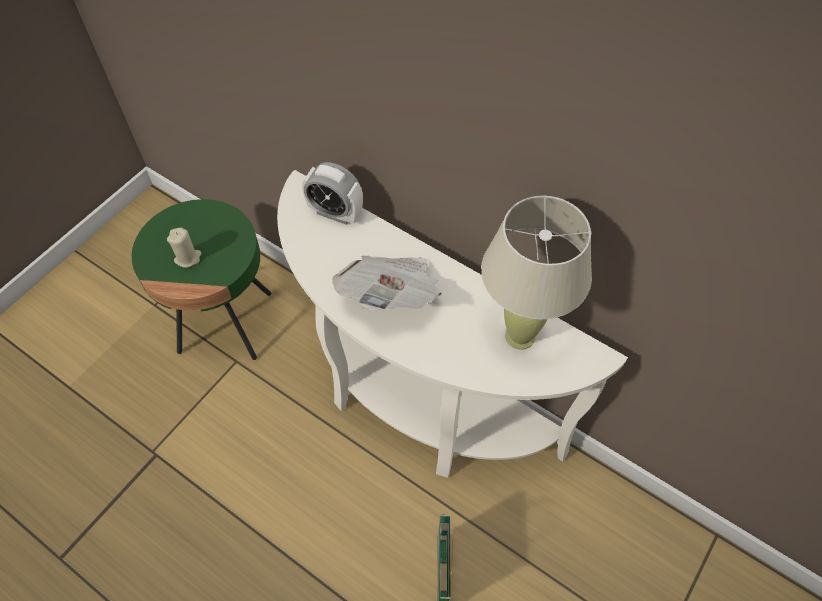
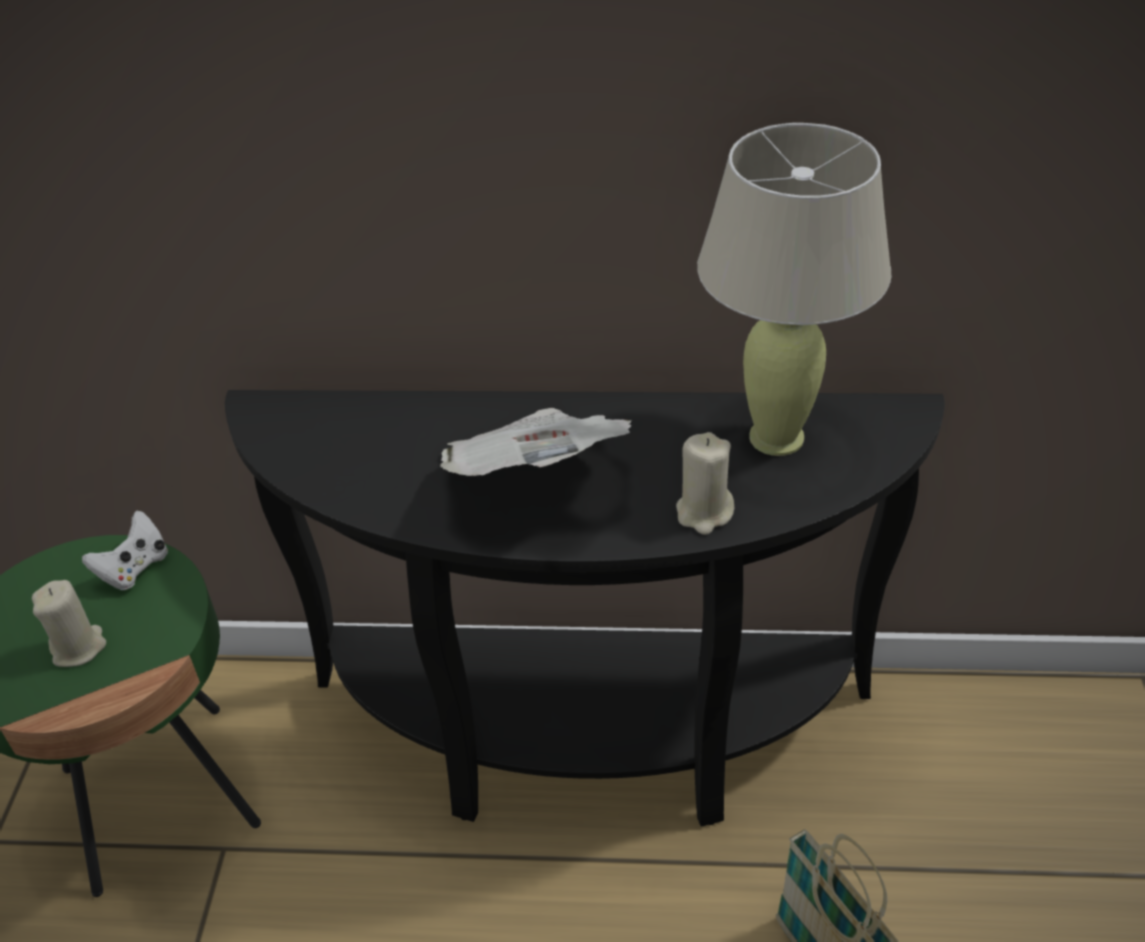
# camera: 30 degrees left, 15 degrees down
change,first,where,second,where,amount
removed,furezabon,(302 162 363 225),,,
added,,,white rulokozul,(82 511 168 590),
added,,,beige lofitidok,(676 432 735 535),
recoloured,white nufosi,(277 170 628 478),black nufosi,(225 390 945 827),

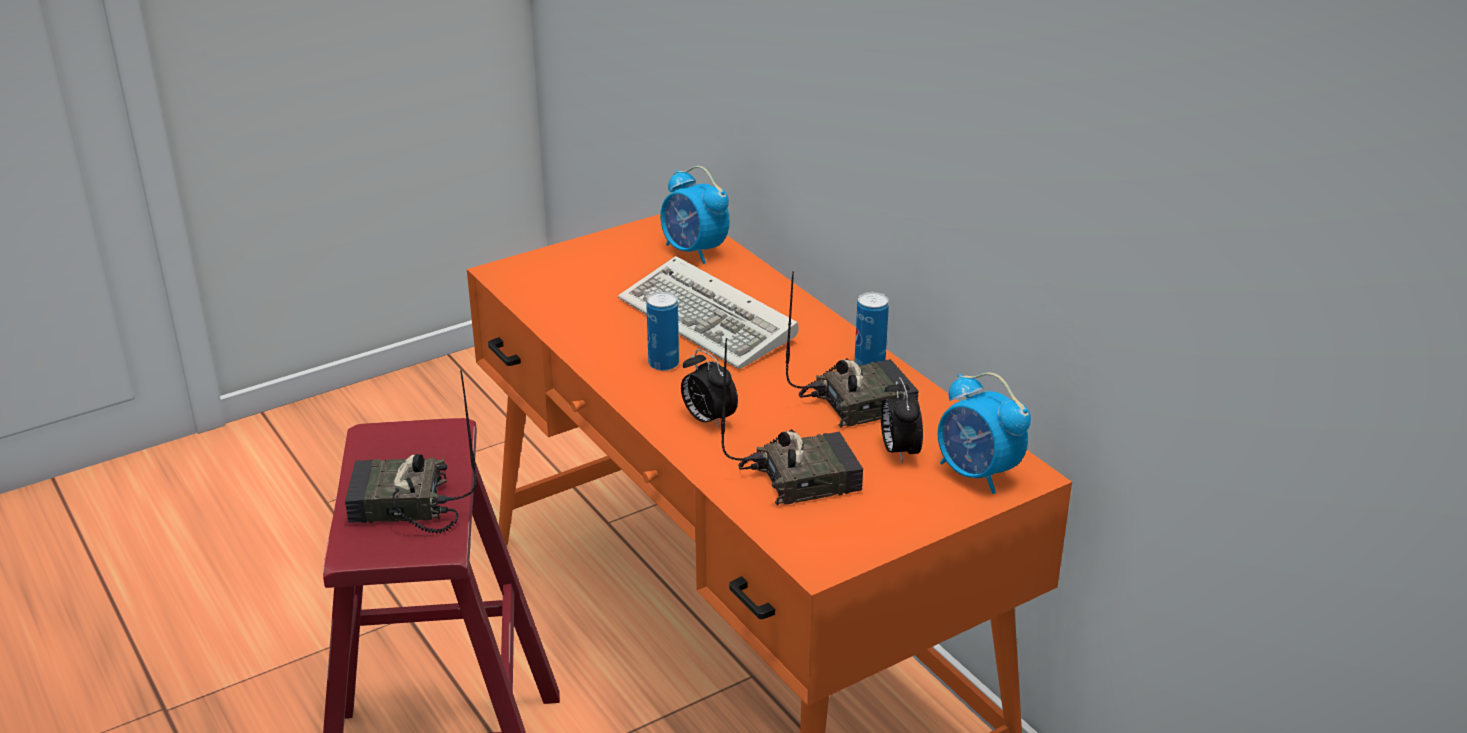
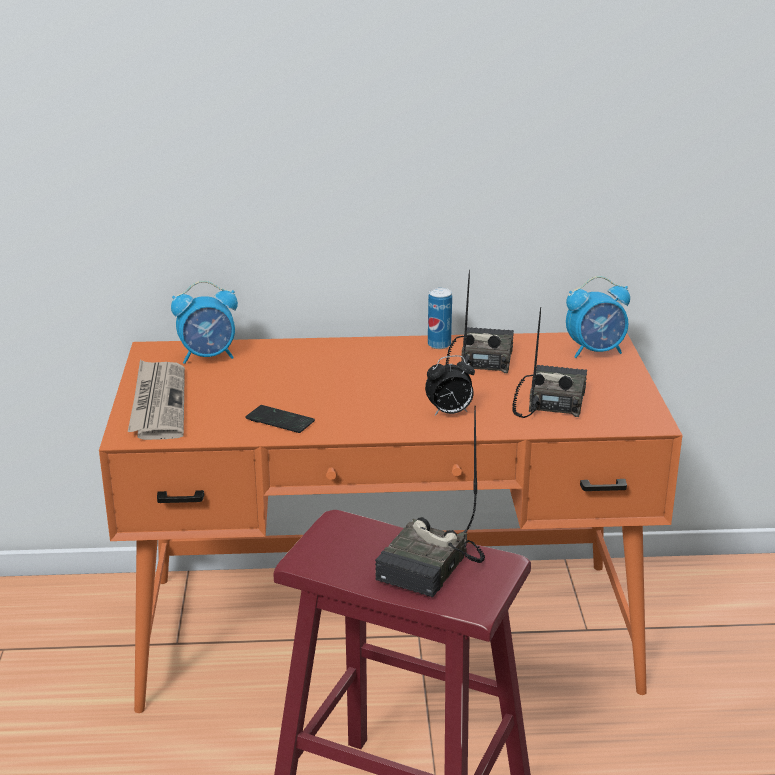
# camera: 60 degrees left, 5 degrees down
change,first,where,second,where,amount
removed,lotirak,(618 256 799 369),,,
removed,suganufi,(646 291 679 371),,,
removed,furezabon,(881 377 923 464),,,
added,,,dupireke,(128 360 185 440),
added,,,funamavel,(246 405 315 433),

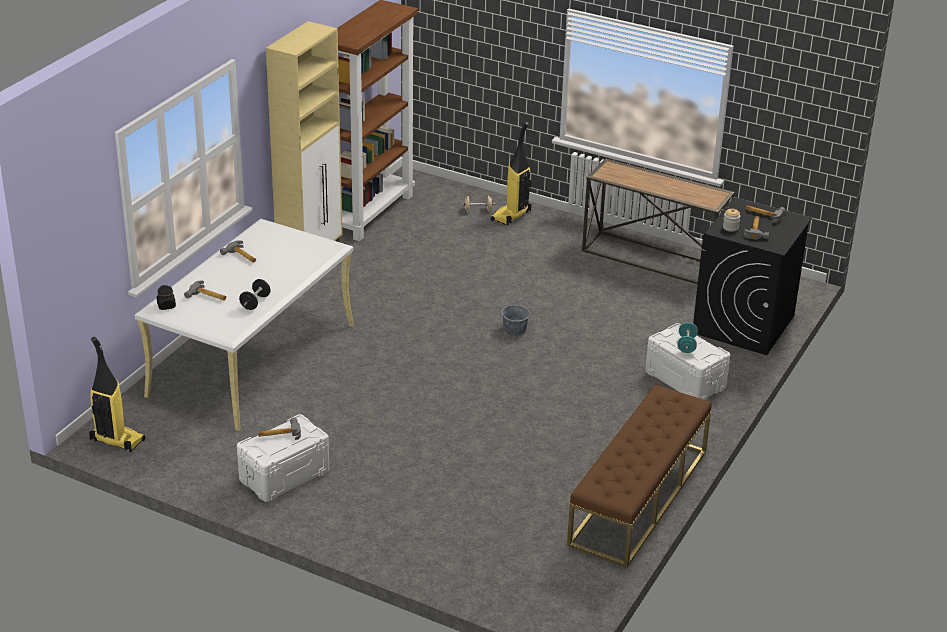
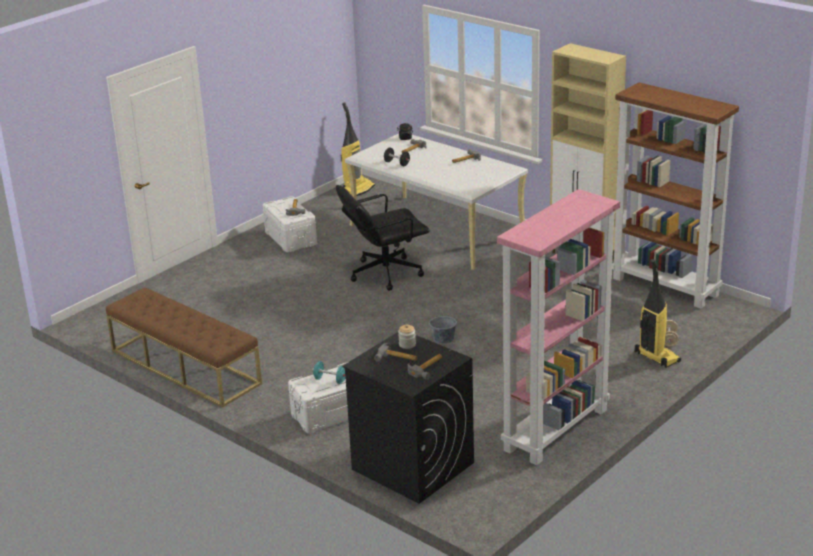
# camera: 105 degrees right, 5 degrees down
change,first,where,second,where,amount
added,,,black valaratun,(336 185 430 291),
replaced,nufosi,(582 158 735 284),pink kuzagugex,(497 189 620 465),

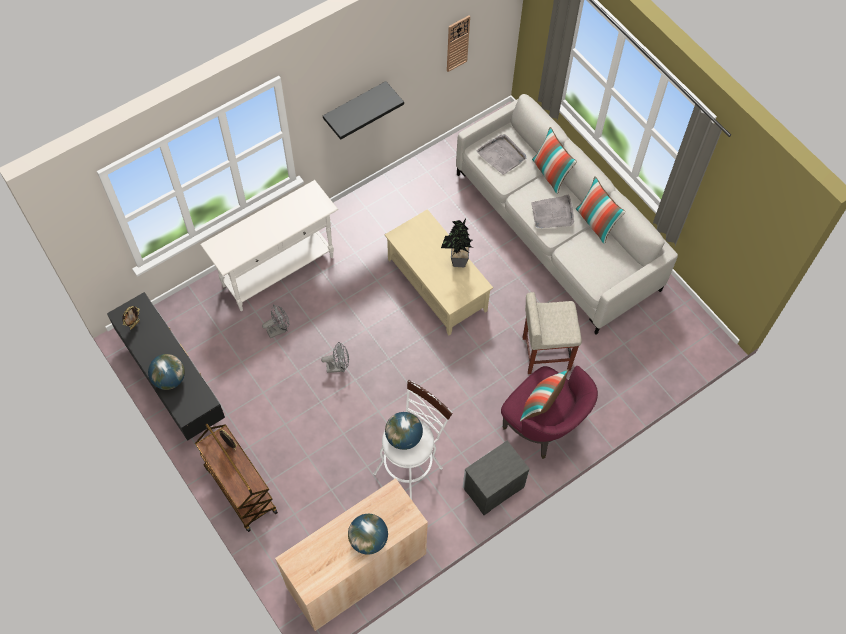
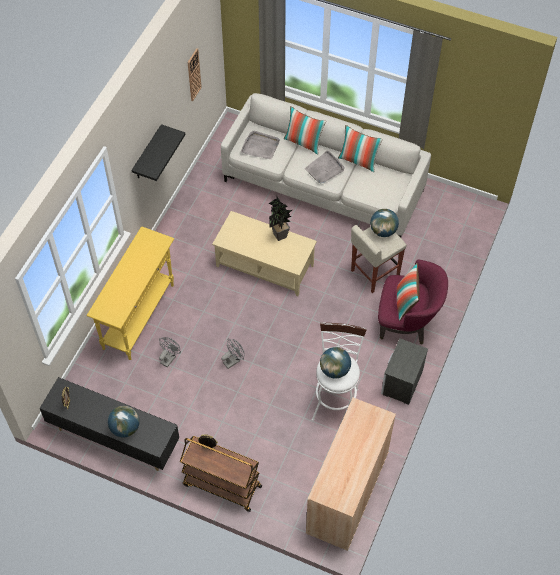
# camera: 30 degrees left, 5 degrees down
change,first,where,second,where,amount
moved,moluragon,(348 514 388 555),,(370 209 399 237),
recoloured,white nufosi,(200 180 338 311),yellow nufosi,(86 226 174 360),

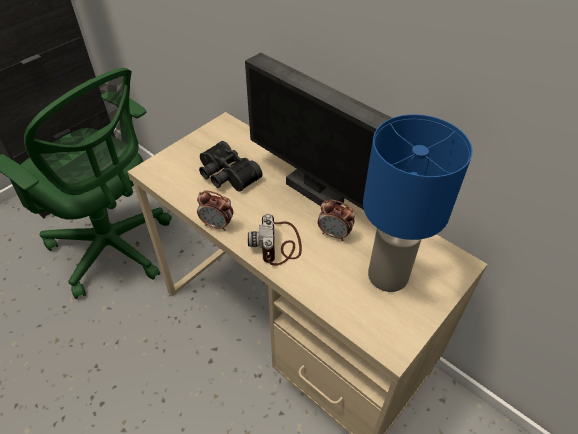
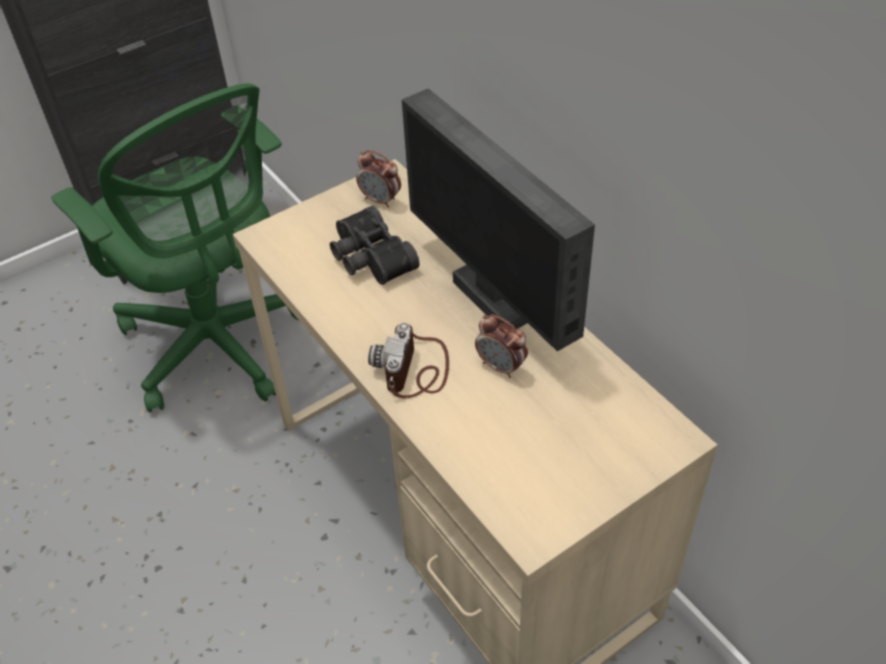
# camera: 15 degrees right, 0 degrees up
change,first,where,second,where,amount
removed,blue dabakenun,(363 114 472 292),,,
moved,furezabon,(197 191 233 231),,(356 150 401 208),

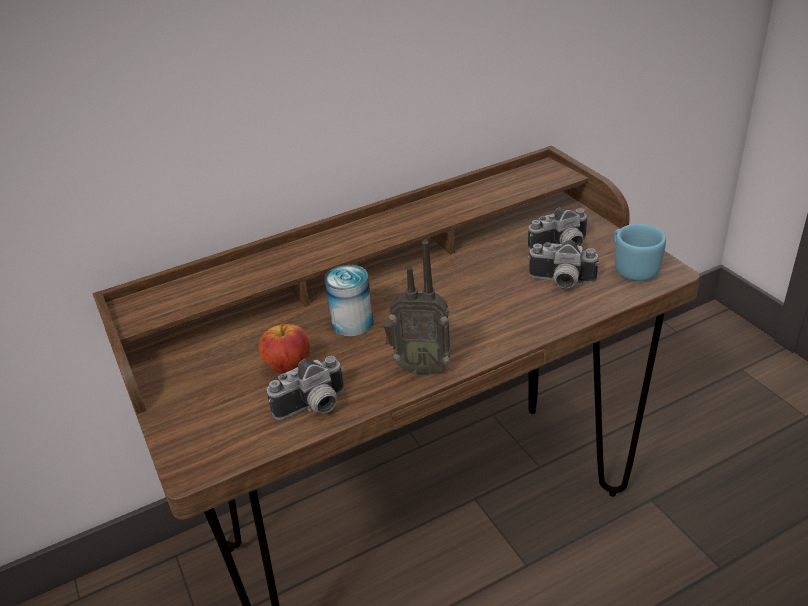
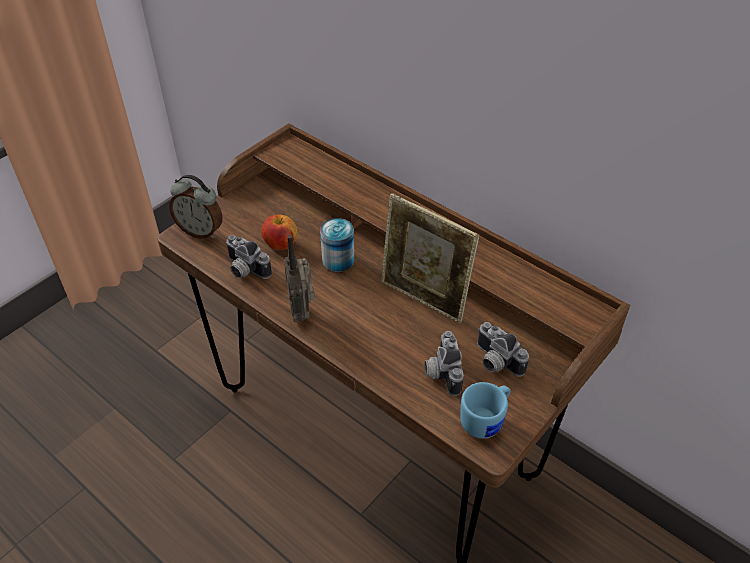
# camera: 65 degrees right, 10 degrees up
change,first,where,second,where,amount
added,,,furezabon,(169 175 223 239),
added,,,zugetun,(381 193 479 323),

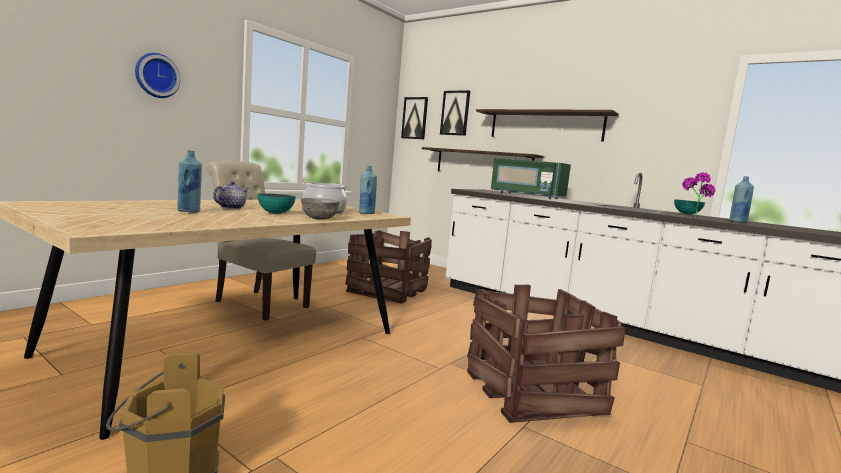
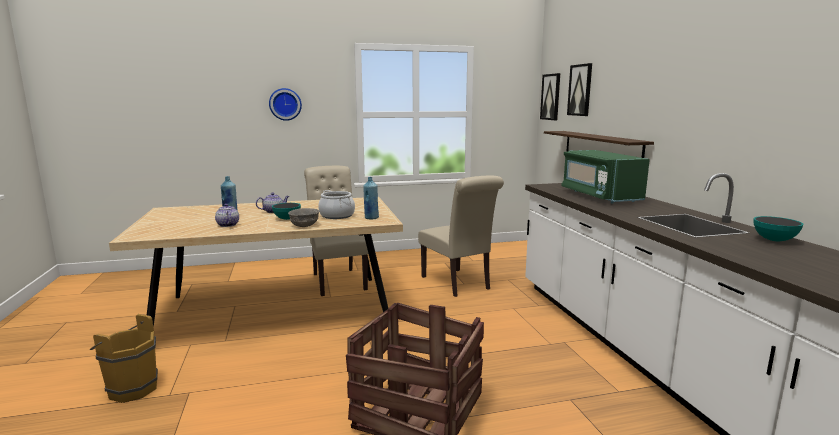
# camera: 40 degrees right, 5 degrees up
change,first,where,second,where,amount
removed,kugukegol,(476 109 619 142),,,
removed,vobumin,(682 172 716 218),,,
removed,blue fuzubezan,(729 176 754 223),,,
added,,,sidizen,(215 204 239 227),
replaced,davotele,(345 230 432 304),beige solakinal,(418 175 504 297),

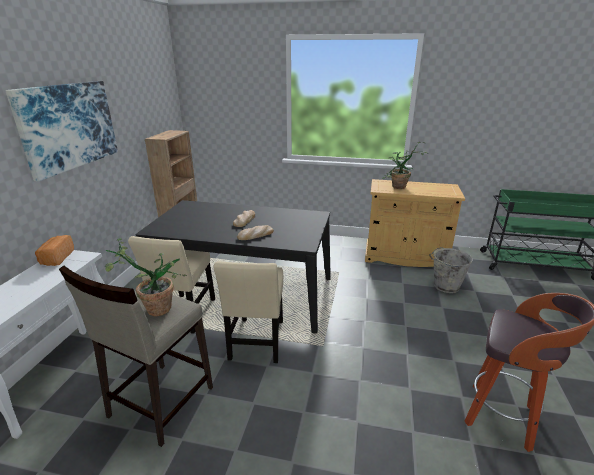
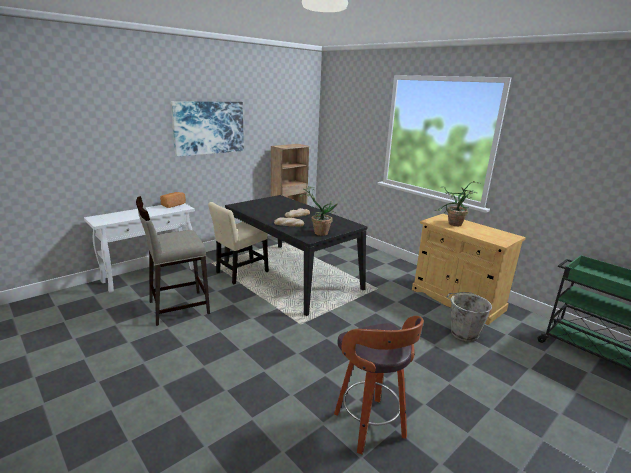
# camera: 35 degrees right, 5 degrees down
change,first,where,second,where,amount
removed,beige solakinal,(214 261 283 363),,,
moved,vobumin,(105 238 187 316),,(299 186 338 236),

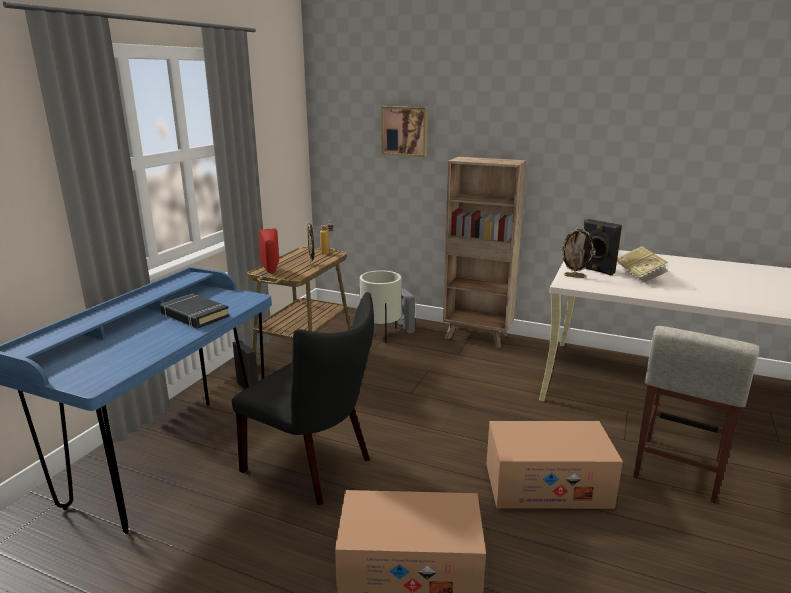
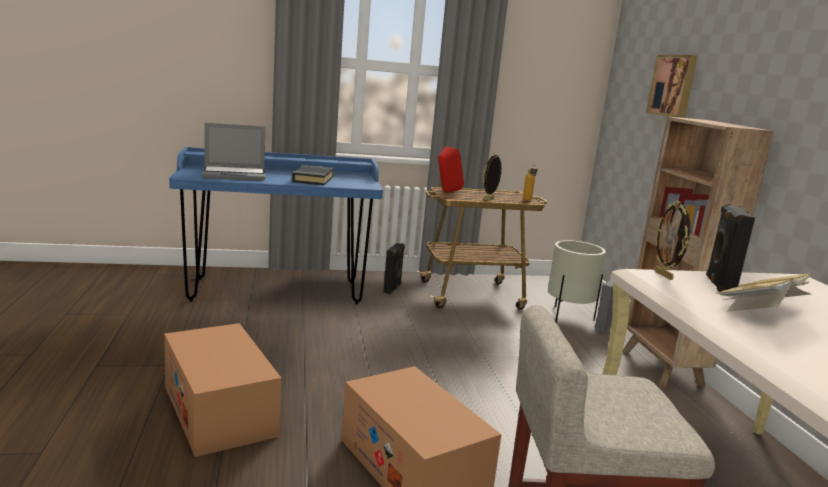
# camera: 55 degrees right, 5 degrees down
change,first,where,second,where,amount
removed,black solakinal,(232 292 374 505),,,
added,,,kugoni,(202 123 265 181),

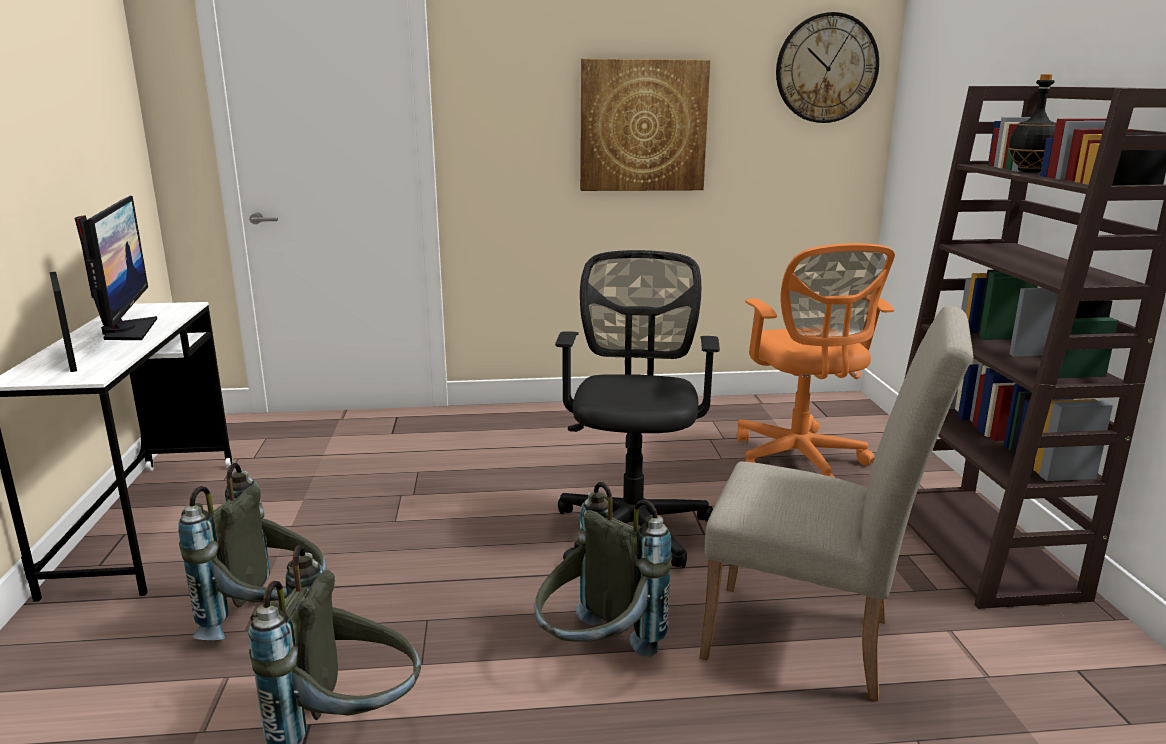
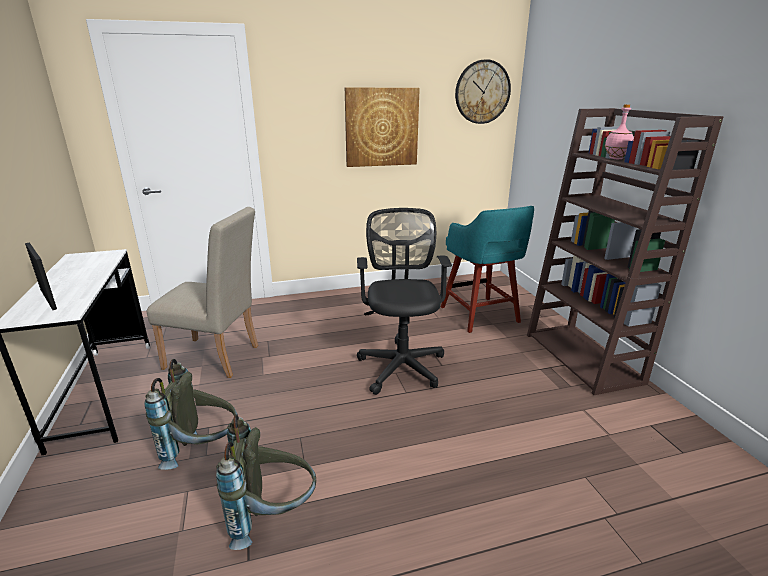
# camera: 10 degrees left, 5 degrees up
change,first,where,second,where,amount
removed,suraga,(74 196 157 340),,,
removed,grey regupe,(535 482 672 657),,,
moved,beige solakinal,(699 306 973 701),,(147 207 258 378),
replaced,orange valaratun,(737 243 895 478),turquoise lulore,(441 206 534 333),
recoloured,black fuzubezan,(1008 74 1056 173),pink fuzubezan,(605 104 634 159),

